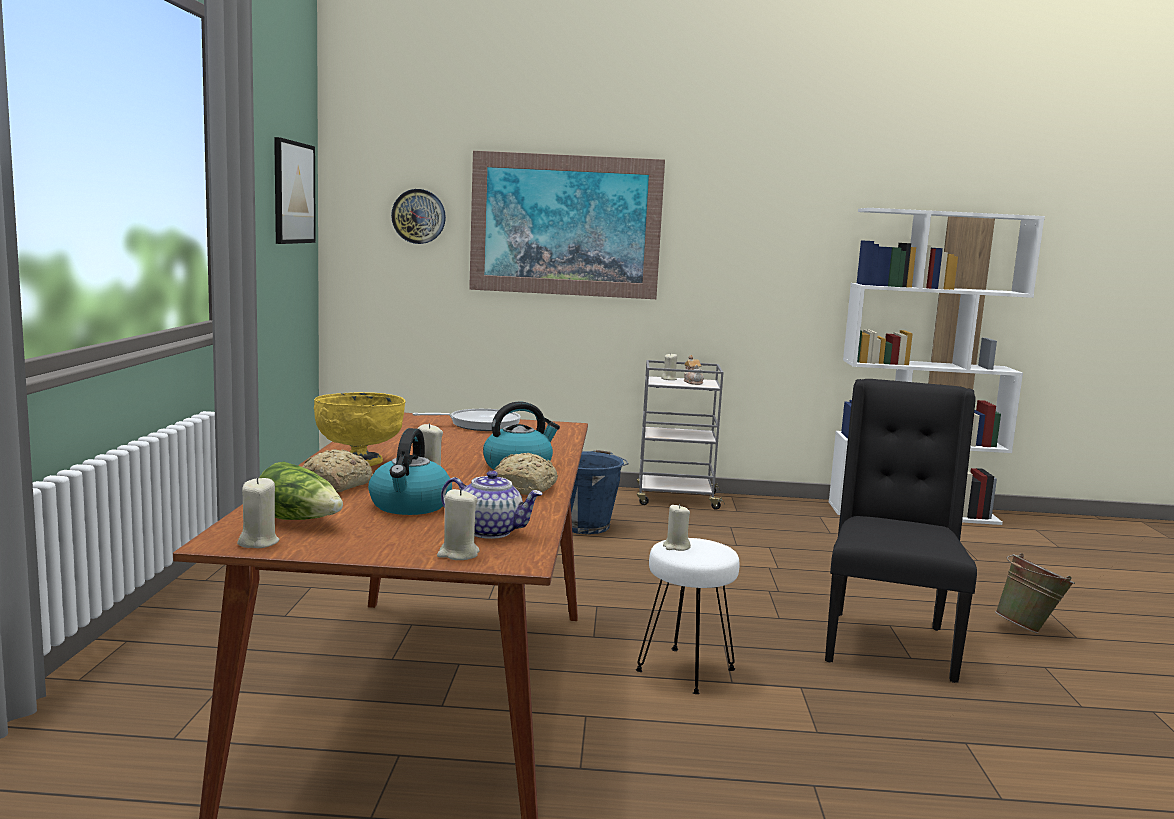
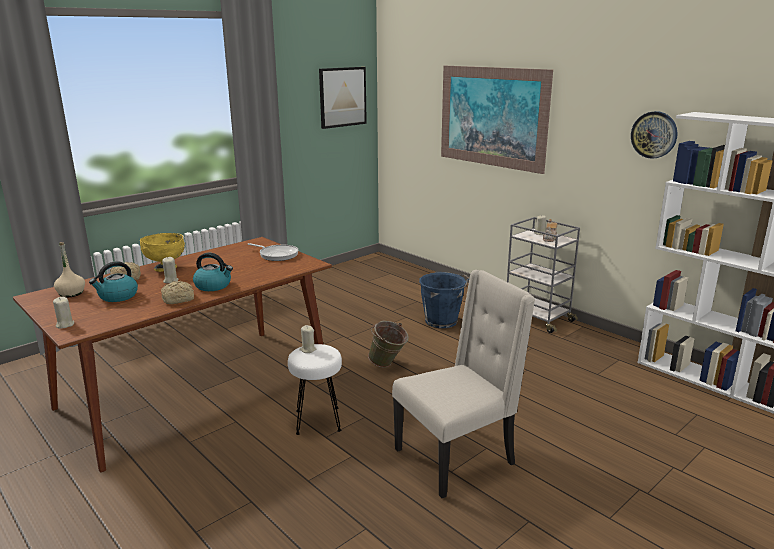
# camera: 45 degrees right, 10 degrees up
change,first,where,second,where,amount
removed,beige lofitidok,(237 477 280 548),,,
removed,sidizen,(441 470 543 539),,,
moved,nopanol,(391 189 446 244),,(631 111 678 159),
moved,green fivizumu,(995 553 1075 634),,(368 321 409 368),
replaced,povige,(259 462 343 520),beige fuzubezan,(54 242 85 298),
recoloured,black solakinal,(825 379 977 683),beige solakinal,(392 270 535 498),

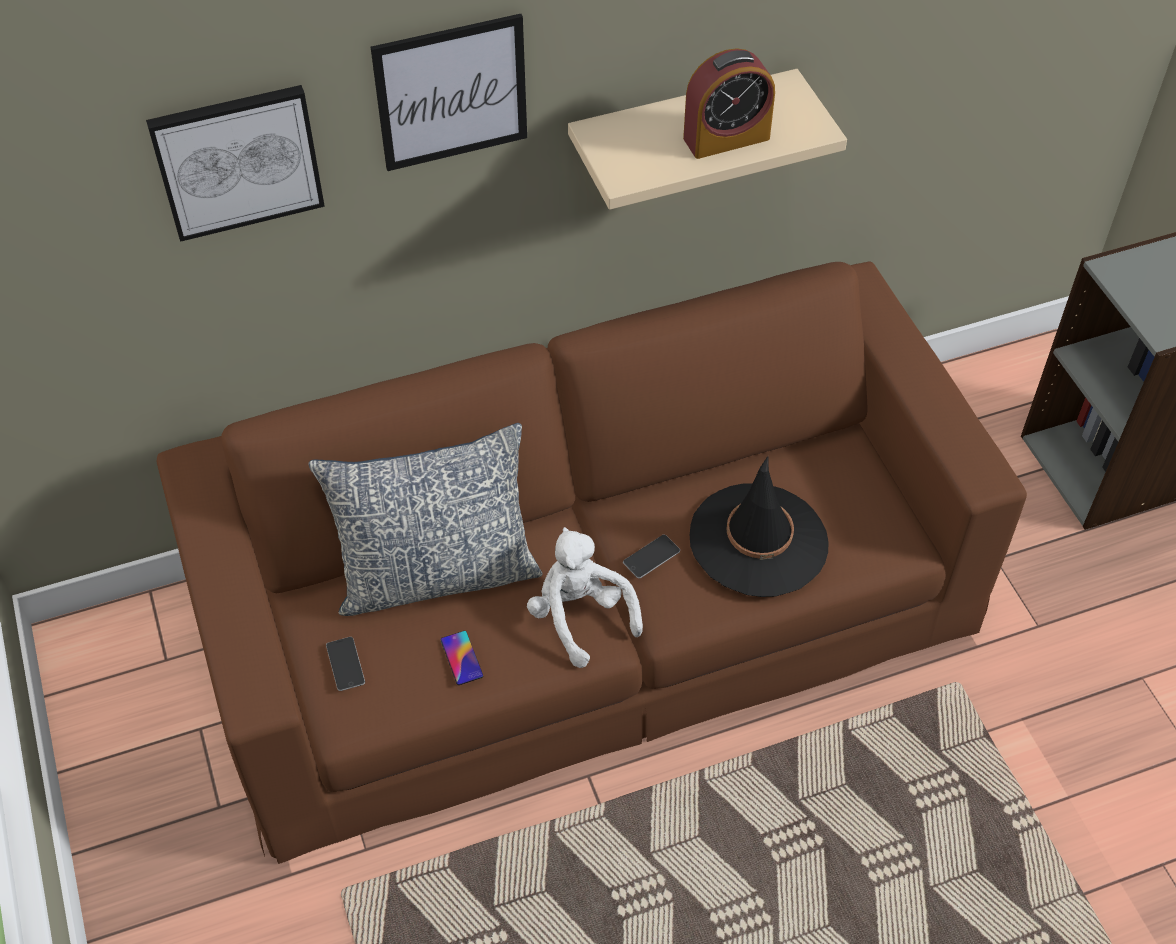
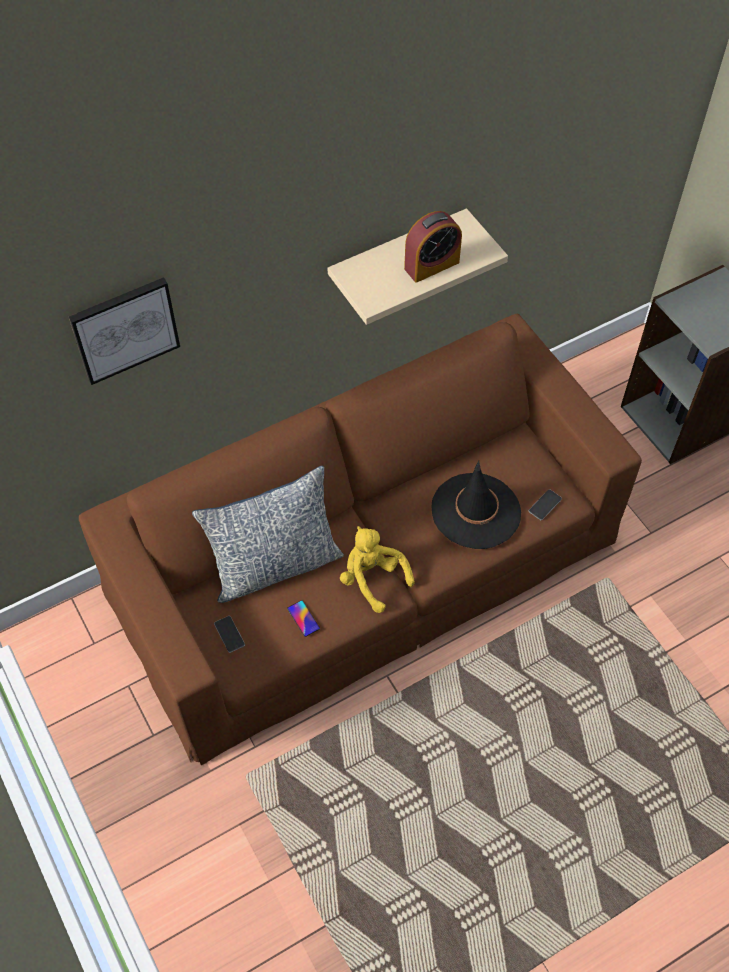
# camera: 10 degrees left, 5 degrees up
change,first,where,second,where,amount
removed,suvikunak,(371 14 527 171),,,
moved,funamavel,(623 535 680 579),,(528 489 562 520),
recoloured,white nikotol,(527 527 643 668),yellow nikotol,(340 526 415 613),

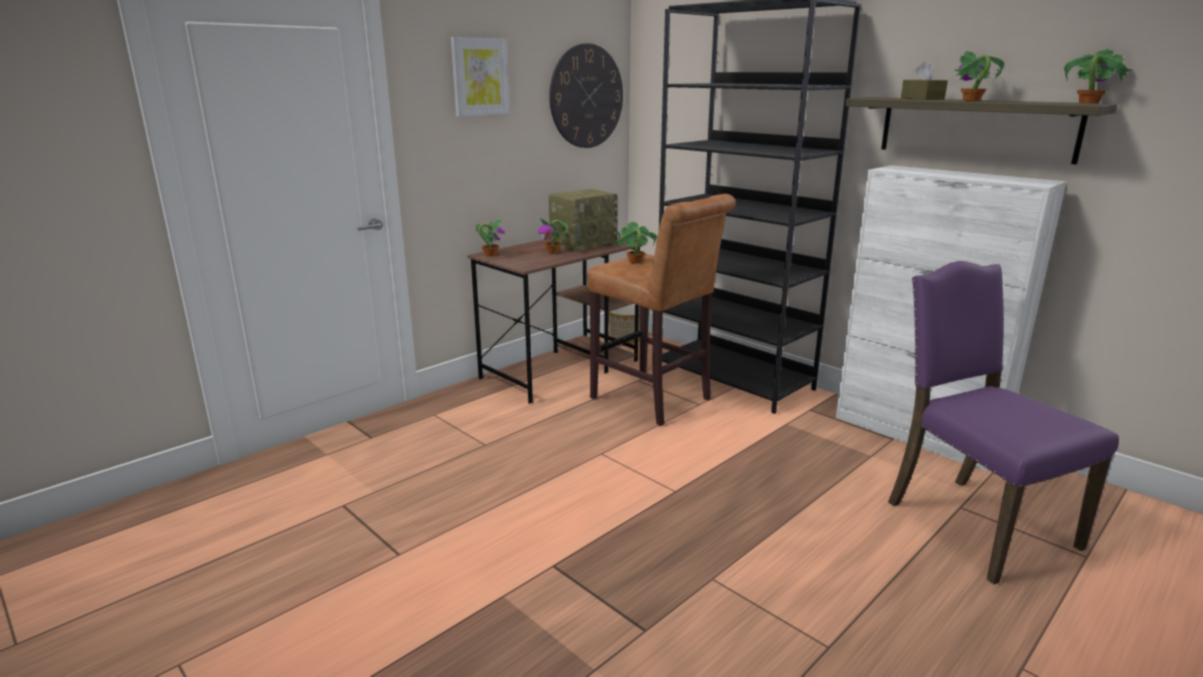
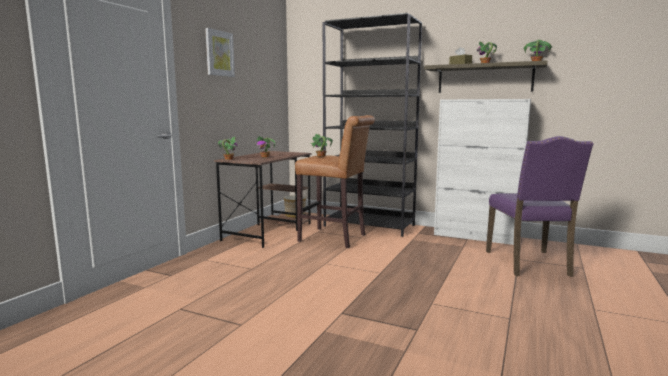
# camera: 20 degrees left, 10 degrees down
change,first,where,second,where,amount
removed,nopanol,(549 43 623 148),,,
removed,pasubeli,(549 189 620 252),,,
turned,purple solakinal,(888 261 1119 584),,(486 136 593 277),135 degrees counterclockwise

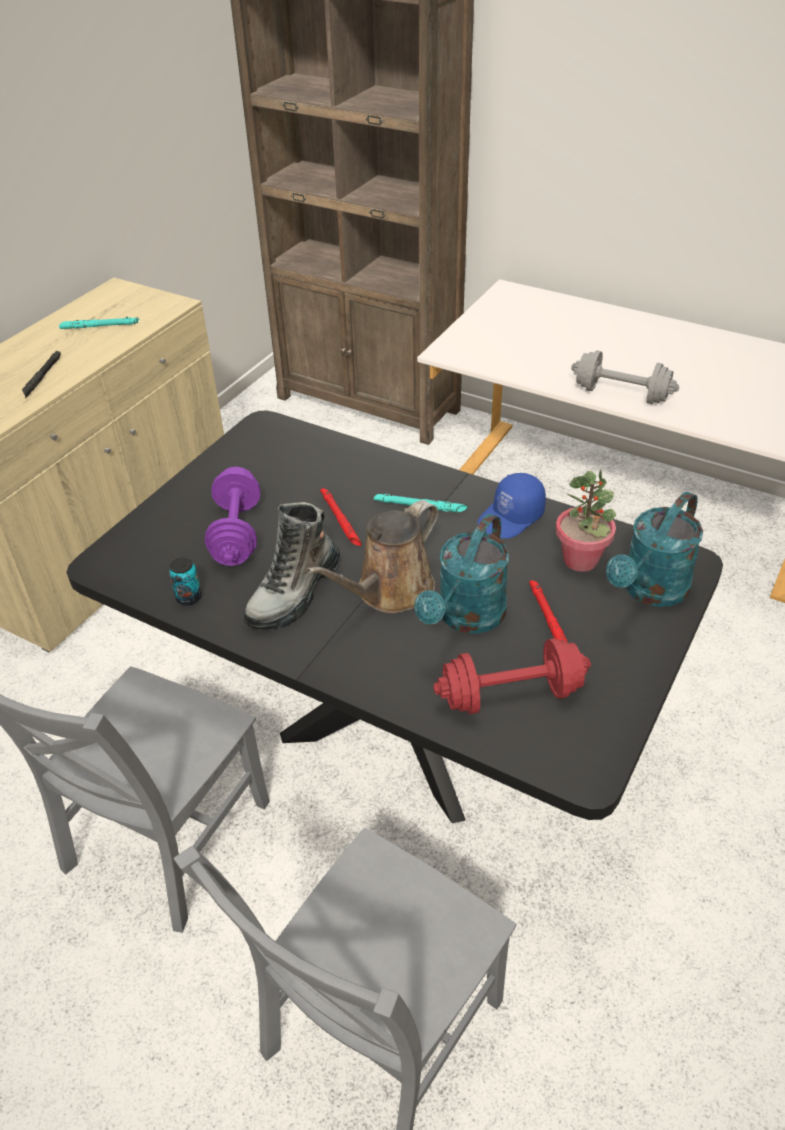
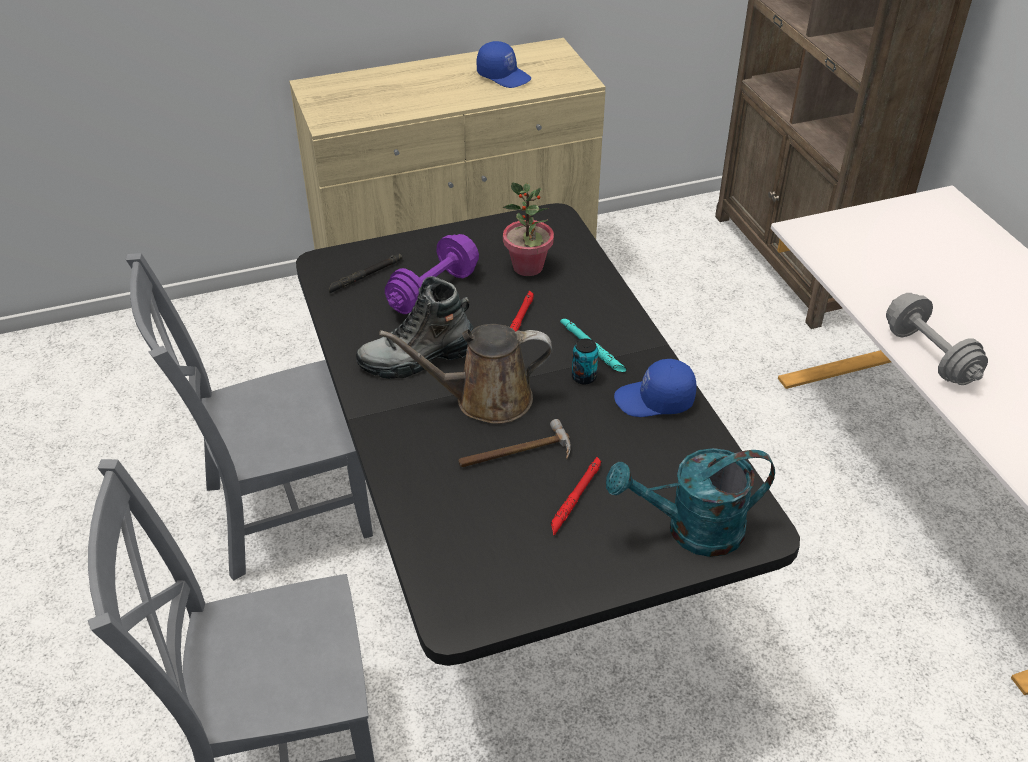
# camera: 40 degrees right, 0 degrees up
change,first,where,second,where,amount
removed,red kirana,(433 638 591 714),,,
moved,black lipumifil,(22 351 61 398),,(329 253 402 293),
moved,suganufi,(169 558 202 605),,(572 338 598 385),
moved,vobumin,(555 470 616 572),,(503 182 554 276),
replaced,turquoise lipumifil,(59 317 139 329),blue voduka,(476 41 531 88),
replaced,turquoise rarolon,(415 514 509 634),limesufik,(458 419 571 467),

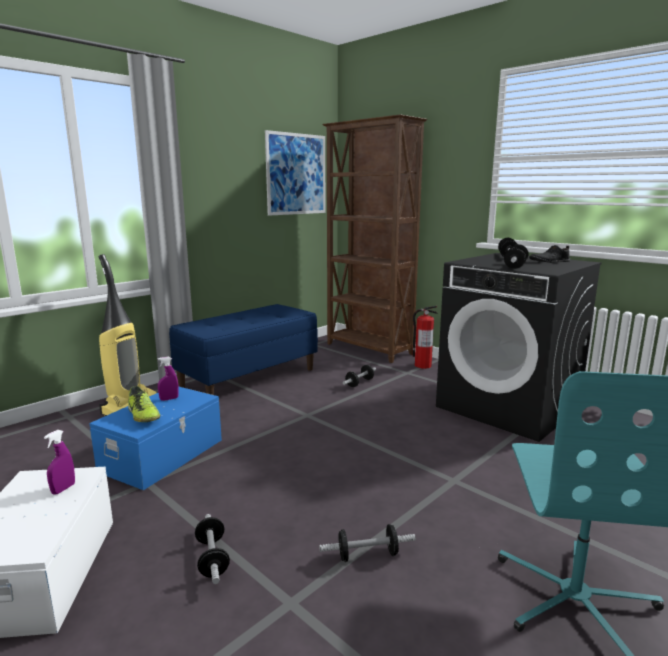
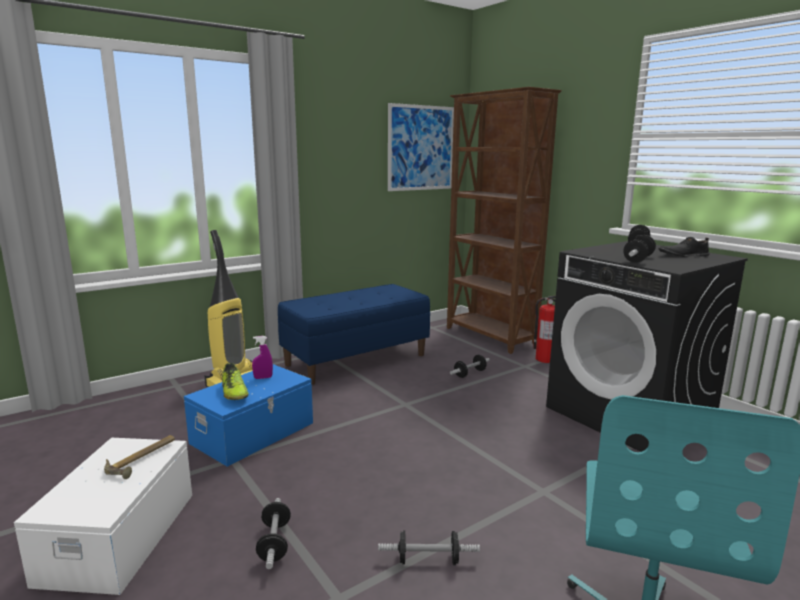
# camera: 10 degrees right, 0 degrees up
change,first,where,second,where,amount
replaced,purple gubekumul,(44 430 75 495),limesufik,(104 435 175 479),

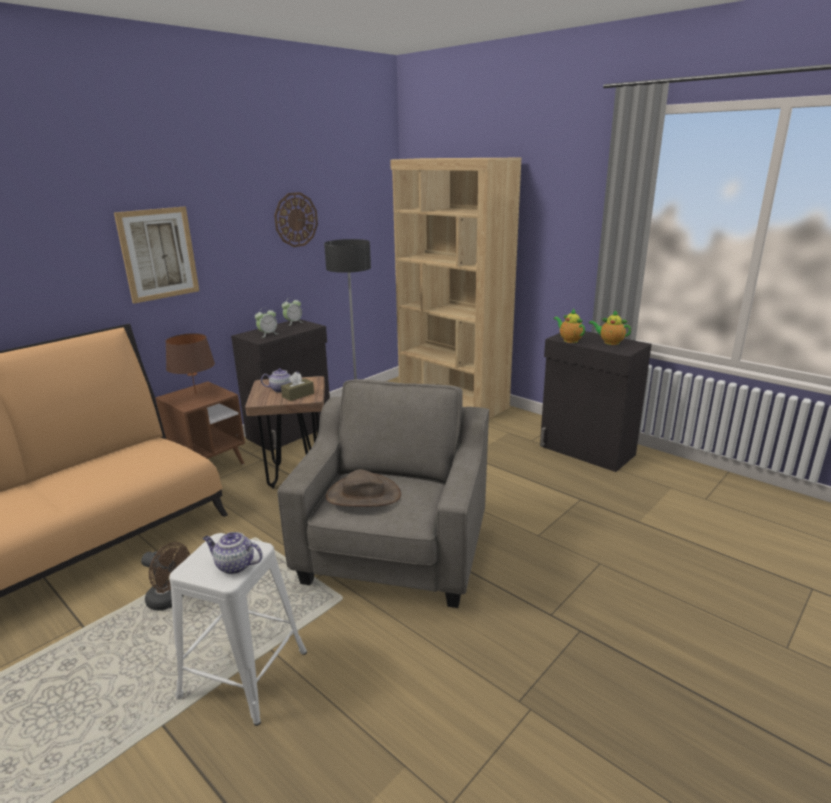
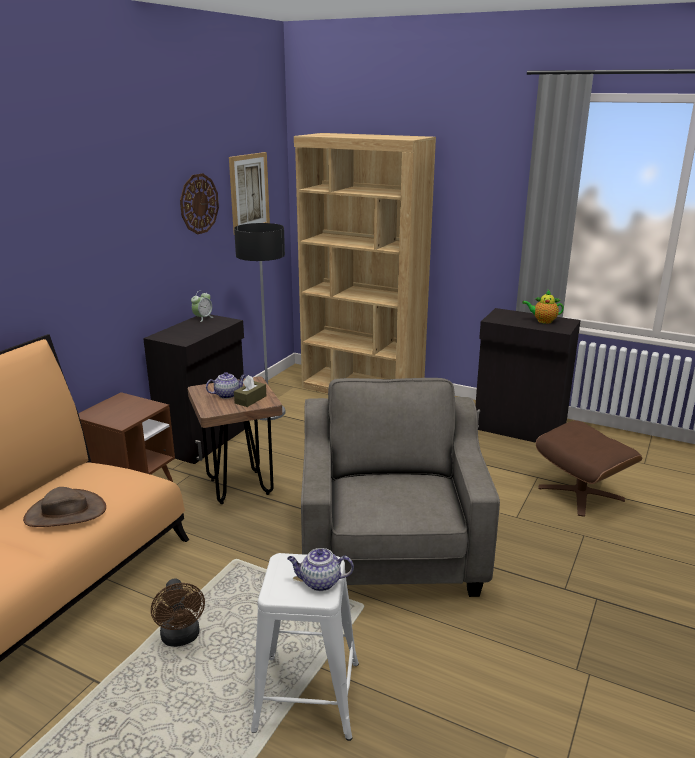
# camera: 15 degrees left, 0 degrees up
change,first,where,second,where,amount
removed,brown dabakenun,(165 333 215 394),,,
removed,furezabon,(255 310 277 338),,,
removed,sidizen,(554 309 585 343),,,
added,,,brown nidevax,(536 420 642 517),
moved,suvikunak,(114 207 199 304),,(229 152 270 235),
moved,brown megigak,(326 469 401 507),,(23 487 106 527),
turned,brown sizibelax,(141 542 190 611),,(151 579 205 647),60 degrees clockwise

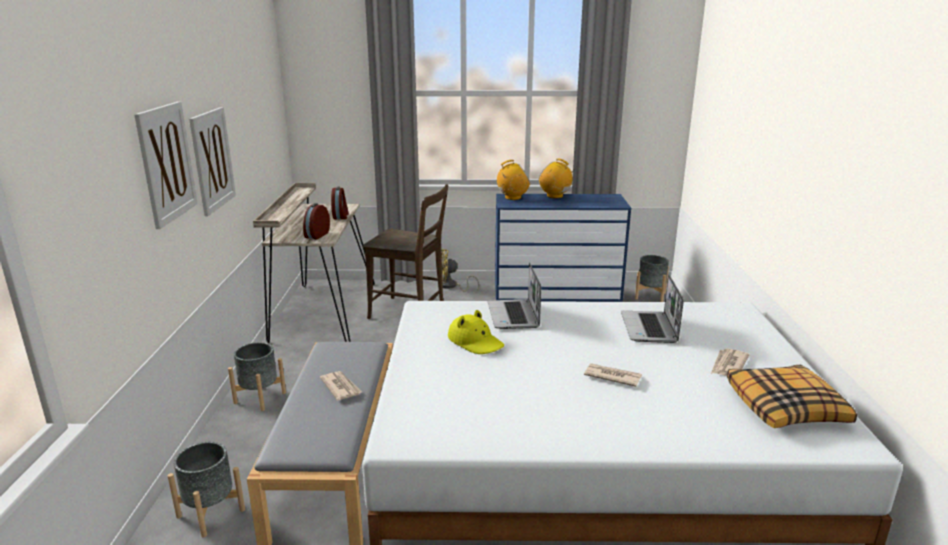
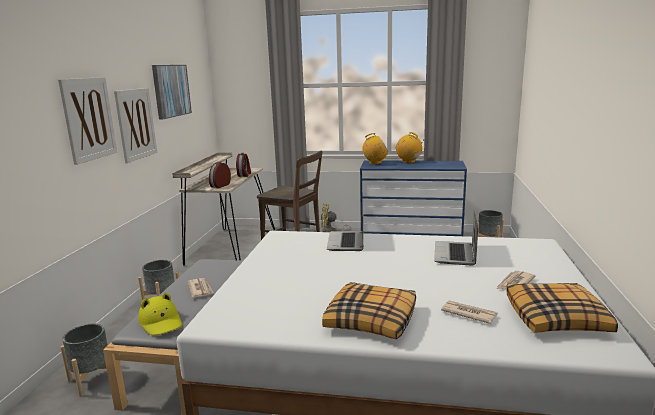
# camera: 10 degrees right, 5 degrees down
change,first,where,second,where,amount
added,,,suvikunak,(152 65 192 120),
added,,,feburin,(322 282 416 339),
moved,yellow megigak,(448 310 504 354),,(138 293 182 335),
moved,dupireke,(584 363 642 387),,(441 300 498 324),

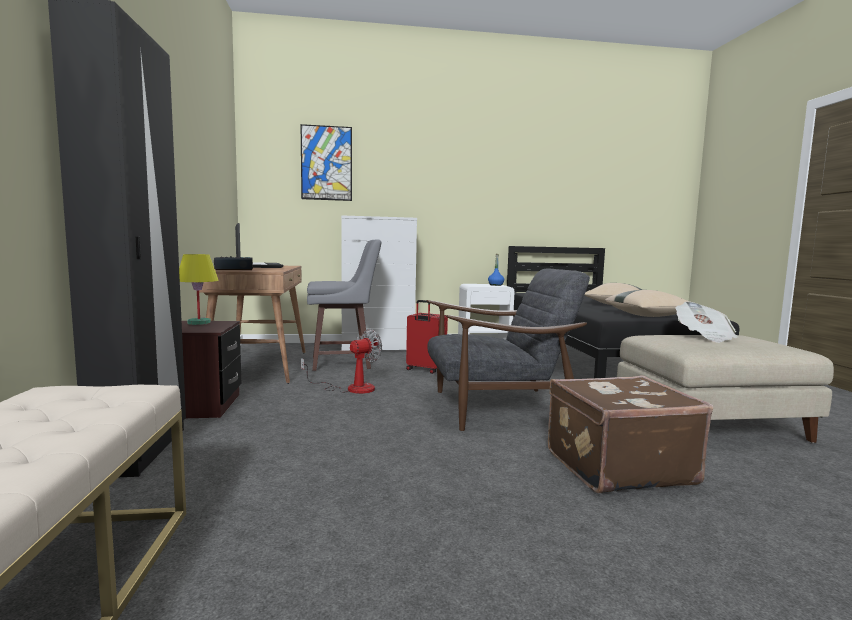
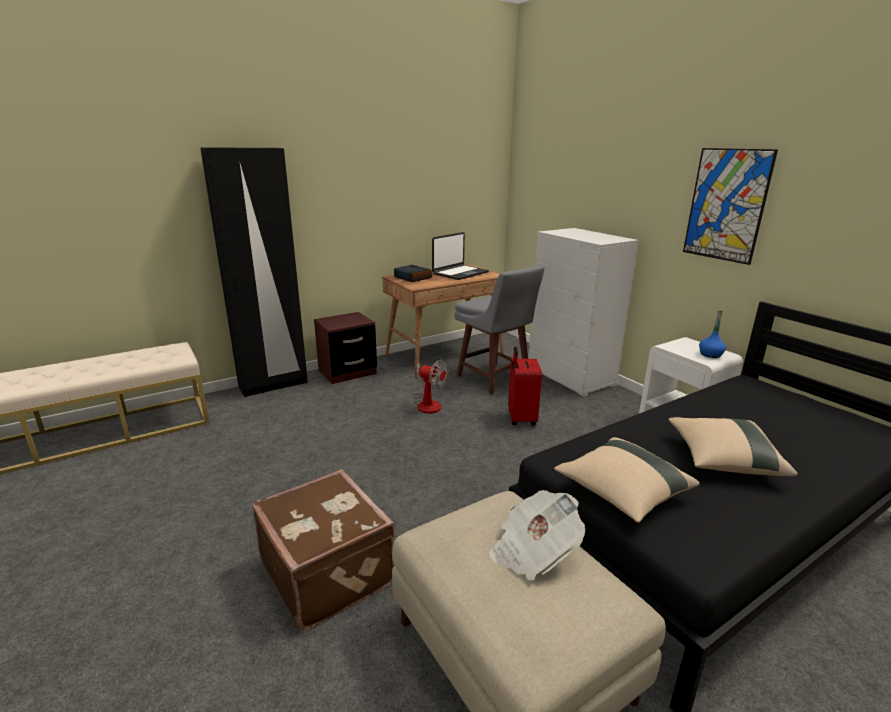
# camera: 65 degrees right, 15 degrees up
change,first,where,second,where,amount
removed,yellow dabakenun,(179 254 219 325),,,
removed,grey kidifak,(427 269 590 431),,,
moved,suvikunak,(301 124 352 201),,(683 148 778 265),

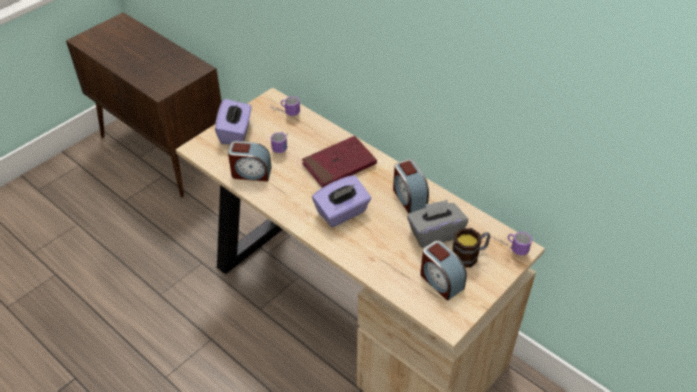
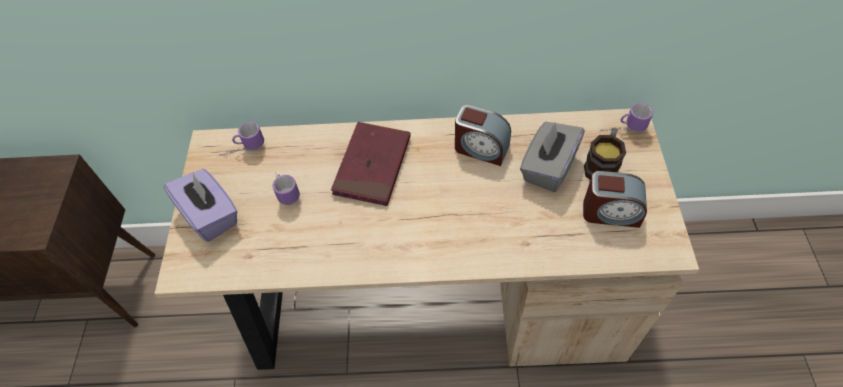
# camera: 40 degrees left, 10 degrees up
change,first,where,second,where,amount
removed,furezabon,(228 141 272 181),,,
removed,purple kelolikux,(312 175 371 227),,,

